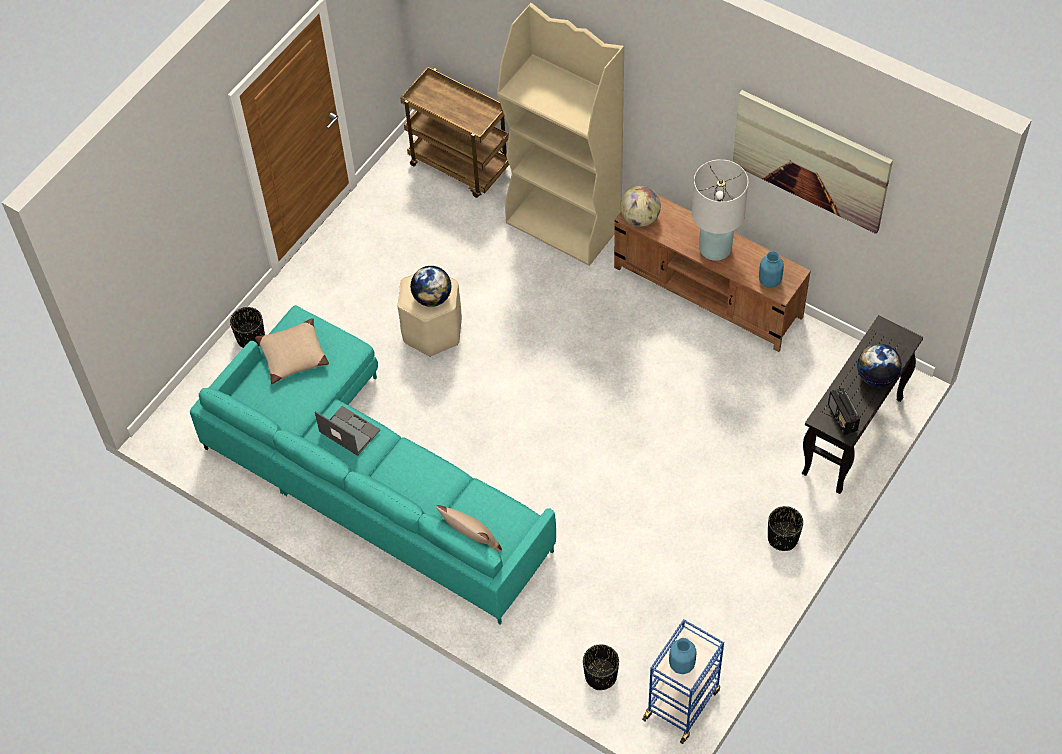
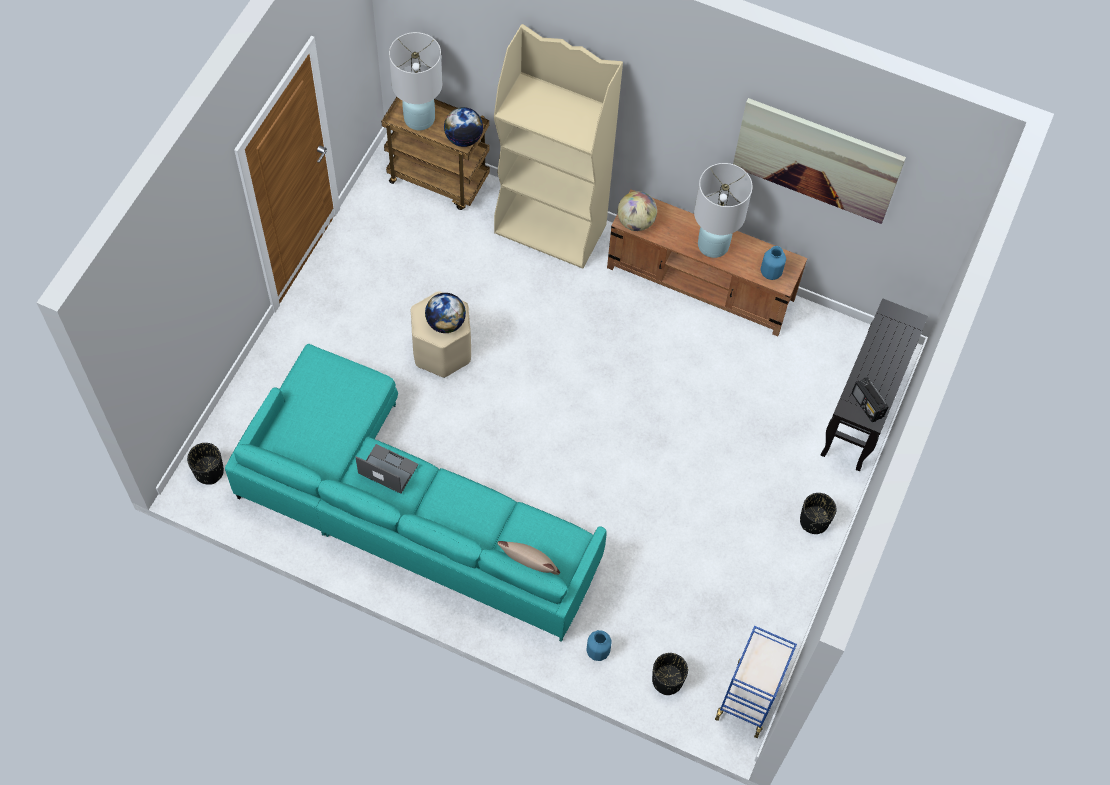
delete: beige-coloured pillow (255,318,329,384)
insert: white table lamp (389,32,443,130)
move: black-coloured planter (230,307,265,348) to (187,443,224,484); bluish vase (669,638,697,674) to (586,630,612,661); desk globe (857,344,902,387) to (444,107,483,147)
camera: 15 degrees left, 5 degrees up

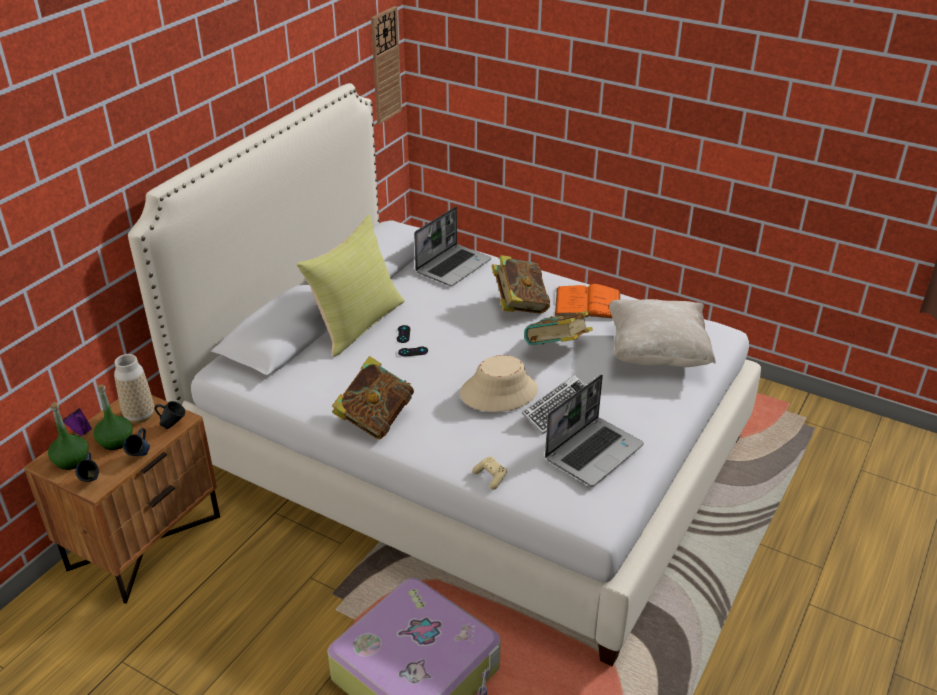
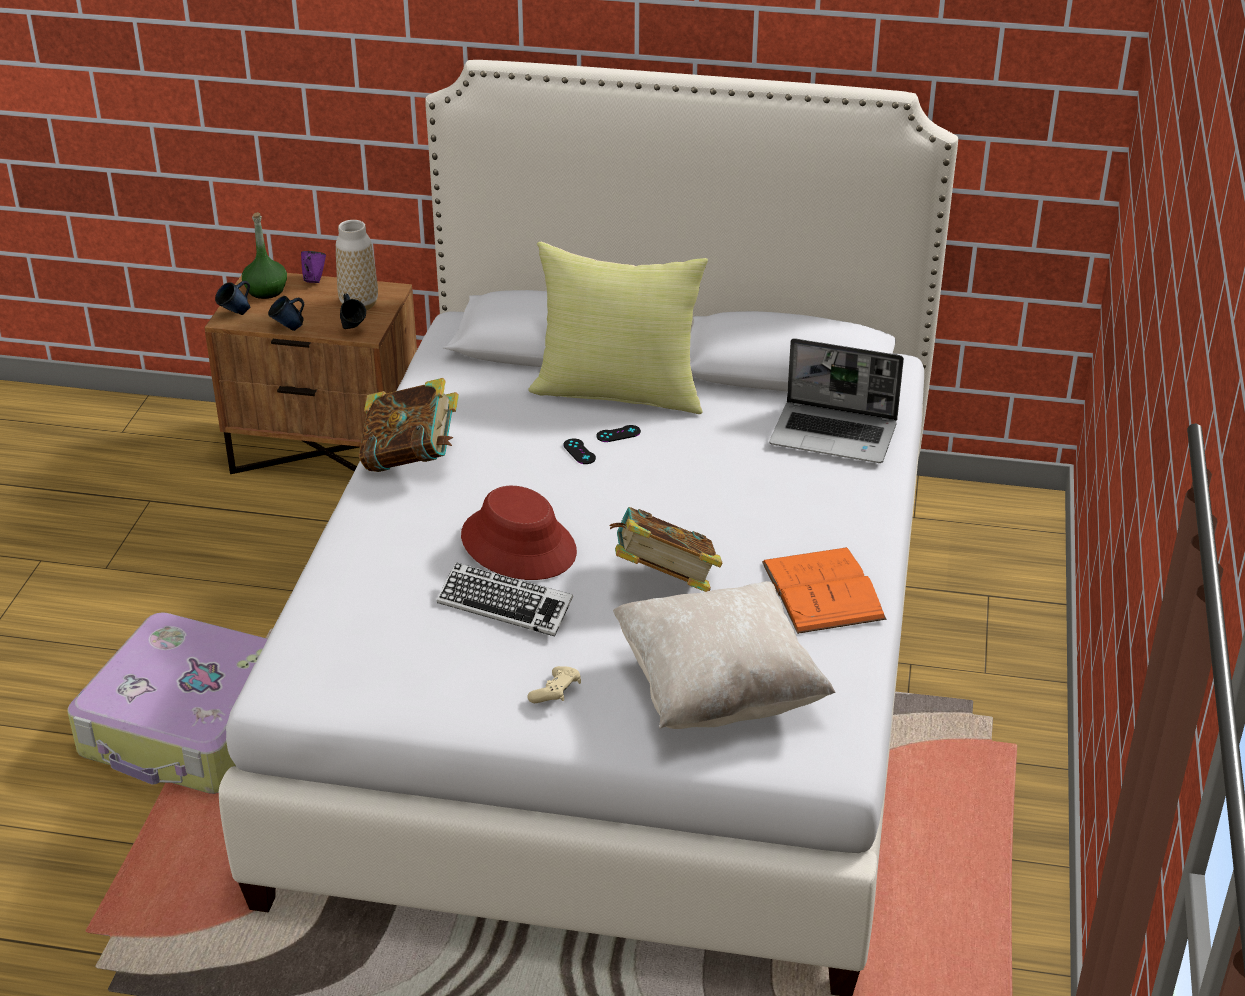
delete: green bottle (94,384,132,450); hanging clock (371,6,402,124); book (492,255,550,314); laptop (545,374,644,486)
move: beige-coloured gamepad (472,456,507,490) to (527,666,581,703)
recolor: beige-coloured wearable hat (460,355,538,412) to red-coloured wearable hat (461,486,577,580)
camera: 70 degrees right, 0 degrees up

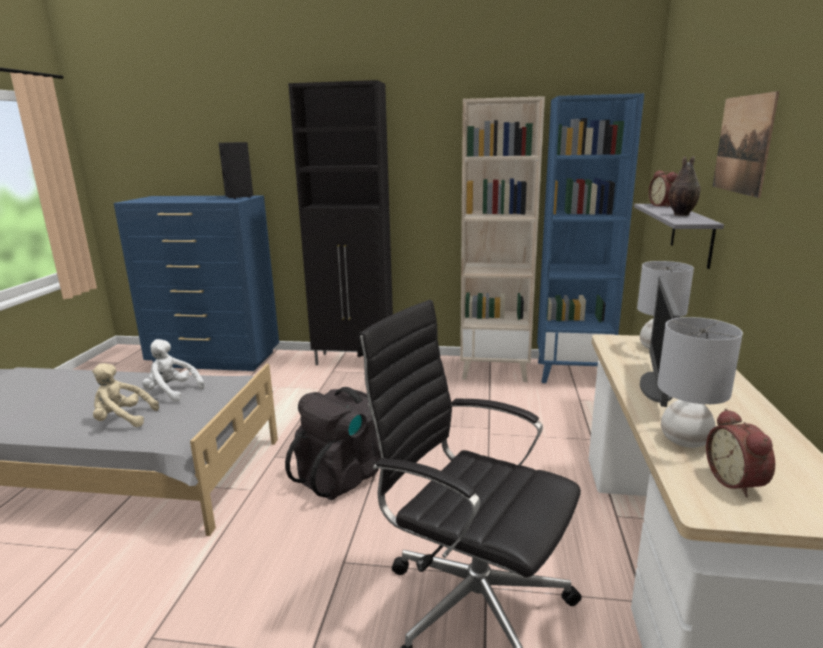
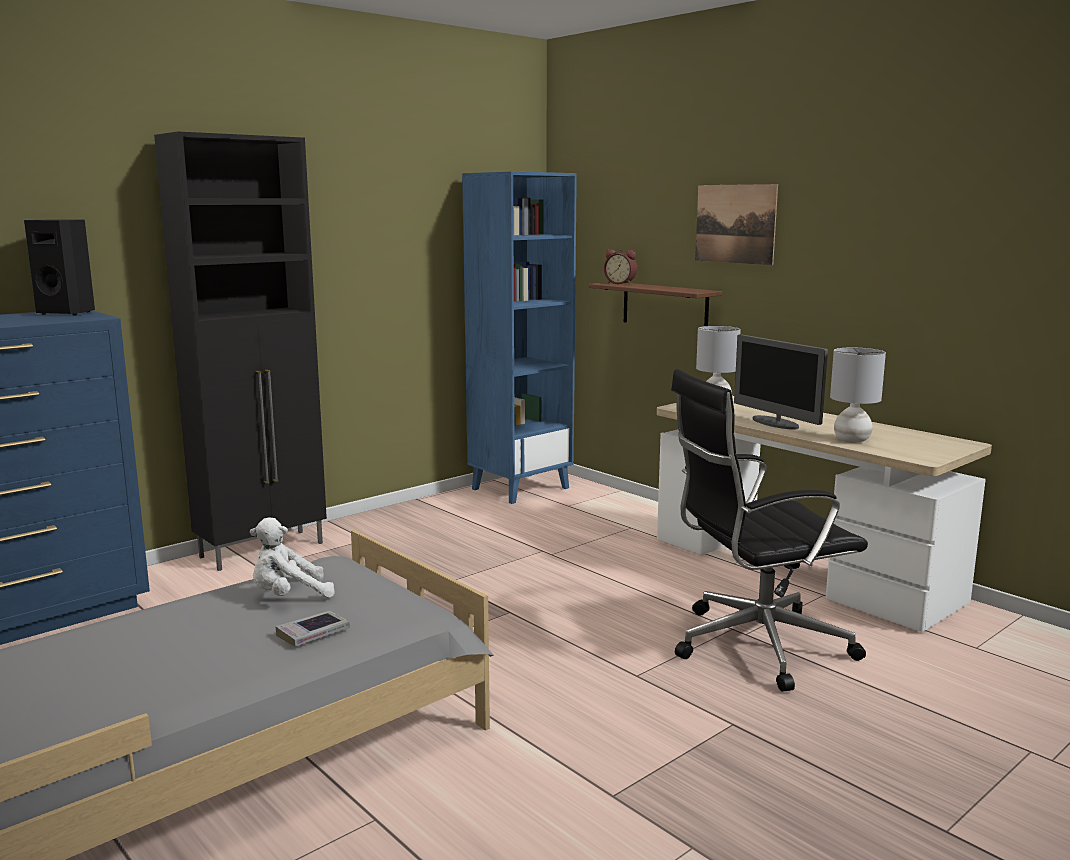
delete: black-coloured knapsack (285,387,381,500); beige-coloured shelving unit (460,96,545,382); vase (668,156,701,216); table clock (706,409,775,497)
replace: beige-coloured plush toy (92,363,159,427) to book (275,611,350,646)
recolor: gray wall shelf (634,204,724,269) to brown-coloured wall shelf (589,282,722,326)
camera: 50 degrees left, 5 degrees down

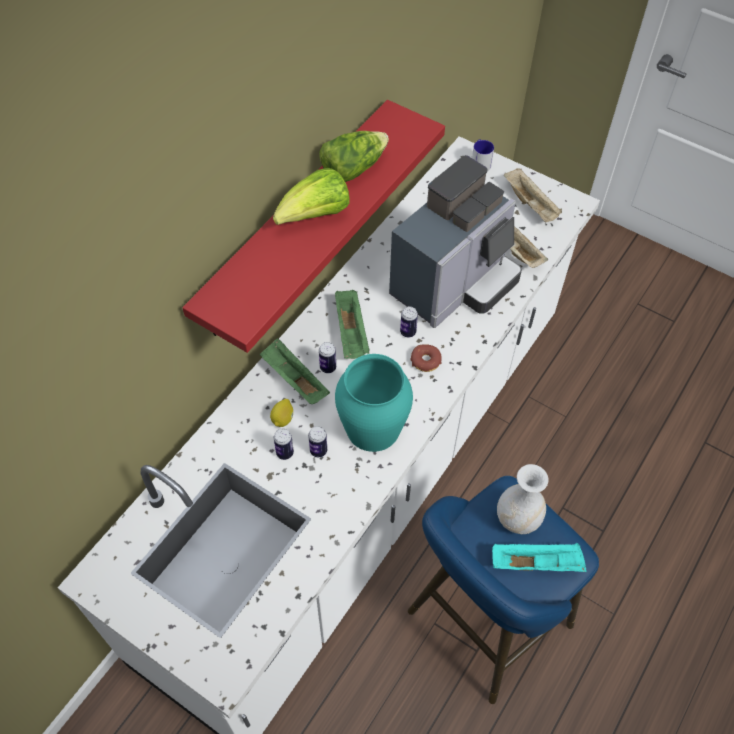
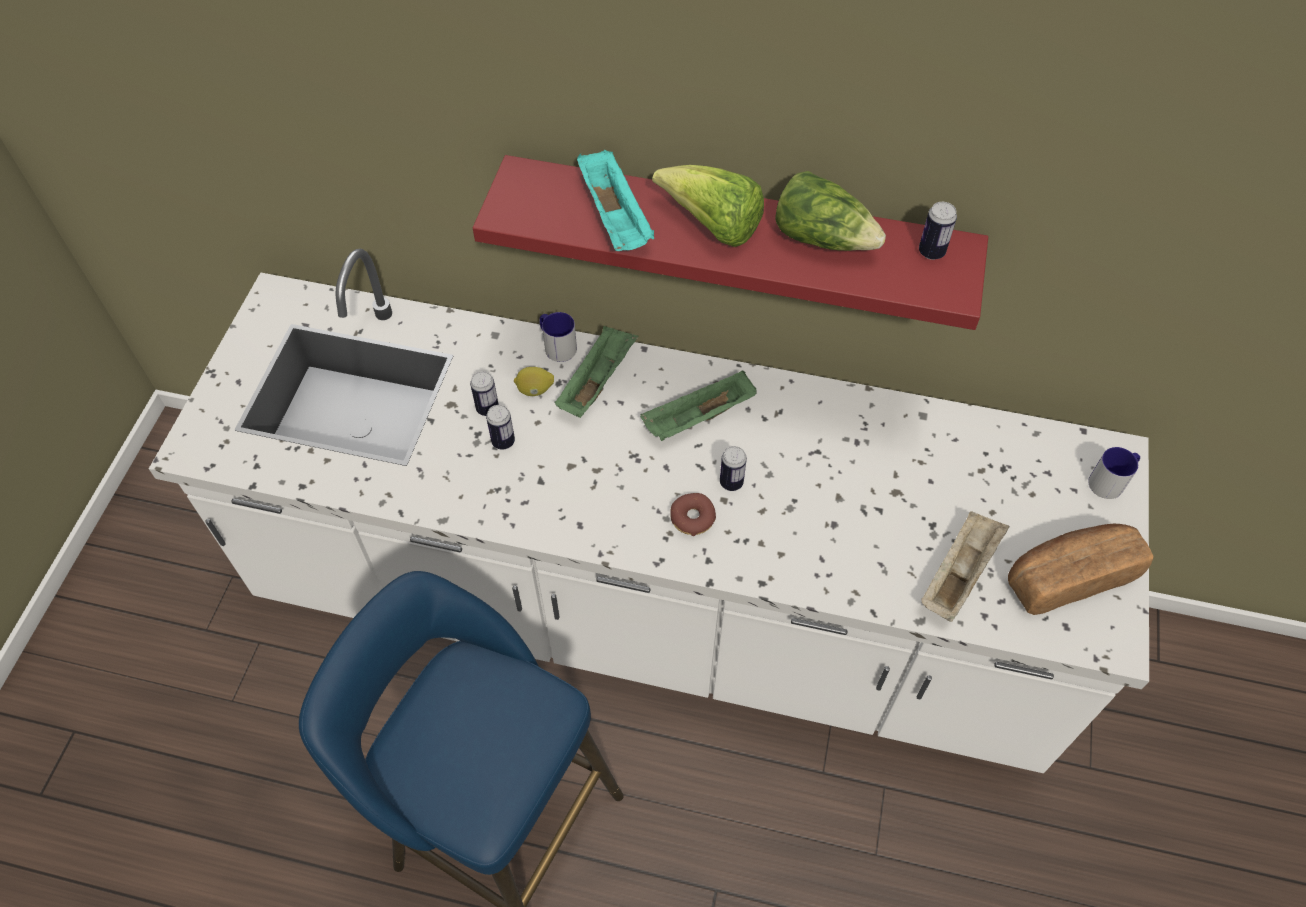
delete: turquoise vase (335,354,413,452); coffee brewer (389,155,522,328); white vase (497,464,549,534)
insert: mug (539,312,577,362)
move: sealed can (319,342,336,373) to (919,202,957,260); turquoise tray (492,543,587,572) to (577,150,654,251)
replace: beige-coloured tray (504,168,562,222) to bakery bread (1008,524,1153,615)
camera: 70 degrees right, 0 degrees up

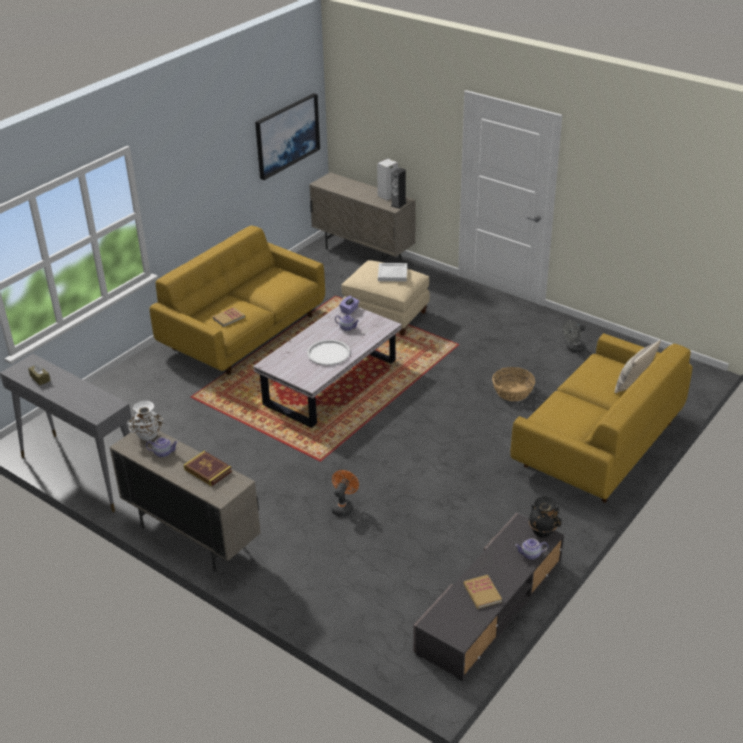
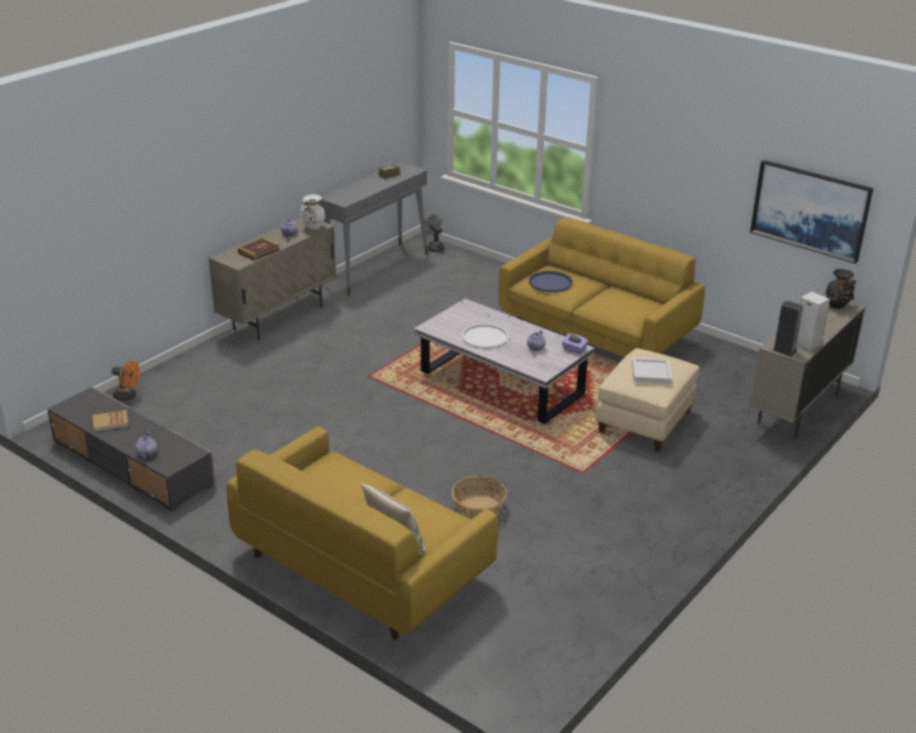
move: orange cooling fan (331,470,359,517) to (112,360,141,401); black-coloured vase (529,497,562,538) to (825,269,856,309); gray cooling fan (562,320,586,353) to (424,215,445,252)
replace: book (212,307,245,327) to bluish tray (529,271,573,292)
camera: 90 degrees right, 5 degrees down

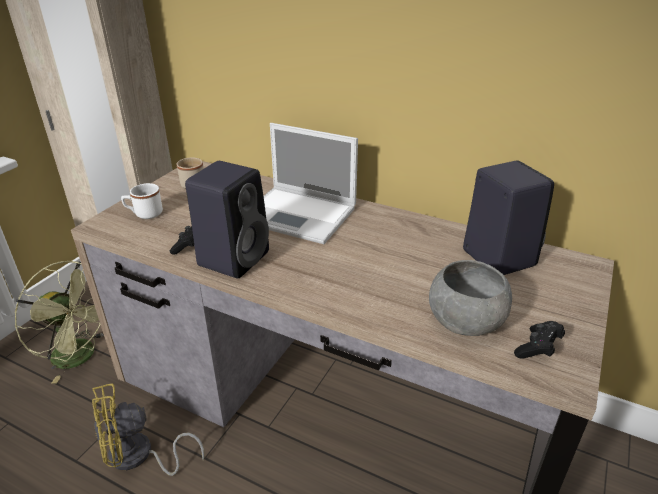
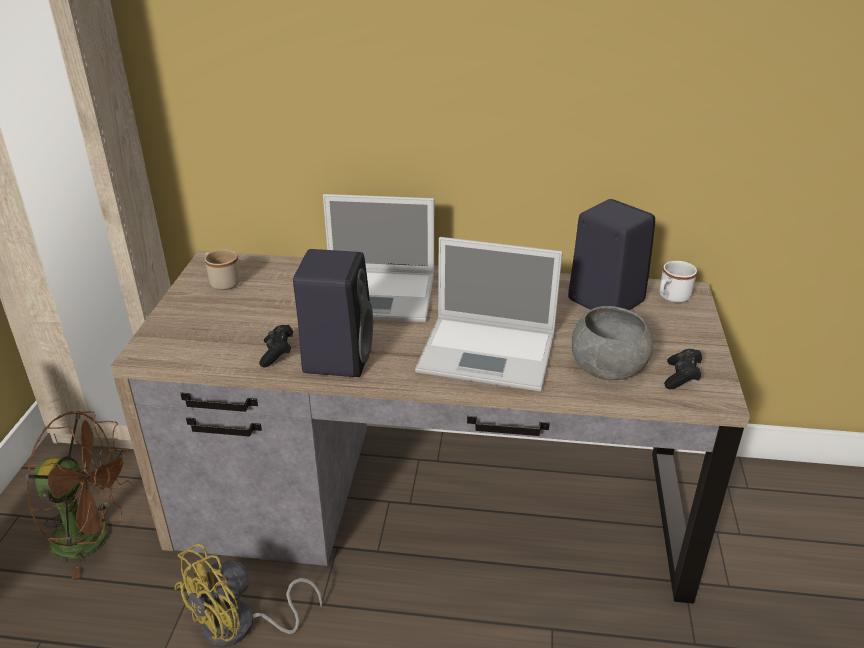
insert: laptop (415,237,563,392)
move: white mug (121,183,163,219) to (659,261,697,303)
recolor: green cooling fan (15,260,104,384) to brown-coloured cooling fan (25,411,132,579)
camera: 20 degrees left, 0 degrees up

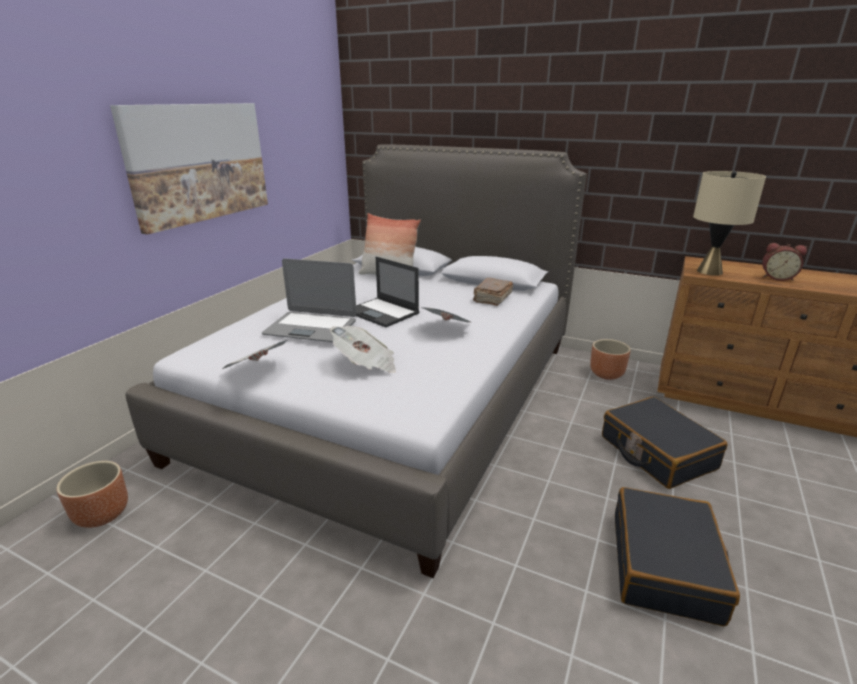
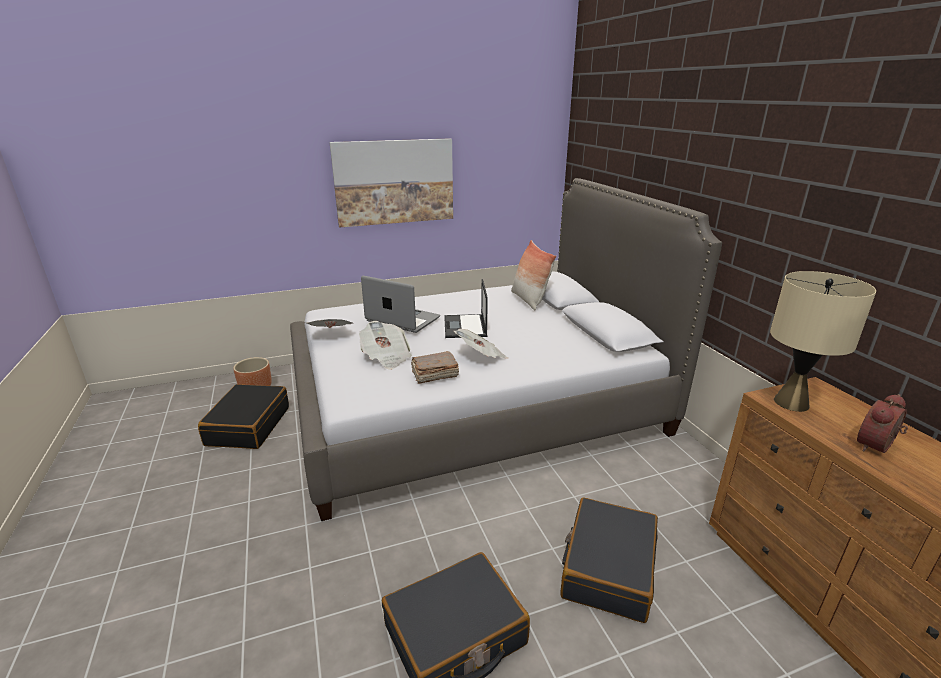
delete: brown-coloured planter (590,339,630,380)
insert: black-coloured piece of luggage (198,384,289,449)
move: brown-coloured book (473,278,513,306) to (411,351,459,384)
rotate: laptop (262,258,357,342) = (361,276,440,333) 150 degrees clockwise; table clock (762,243,807,281) = (857,394,908,453) 75 degrees clockwise
camera: 45 degrees right, 0 degrees up

